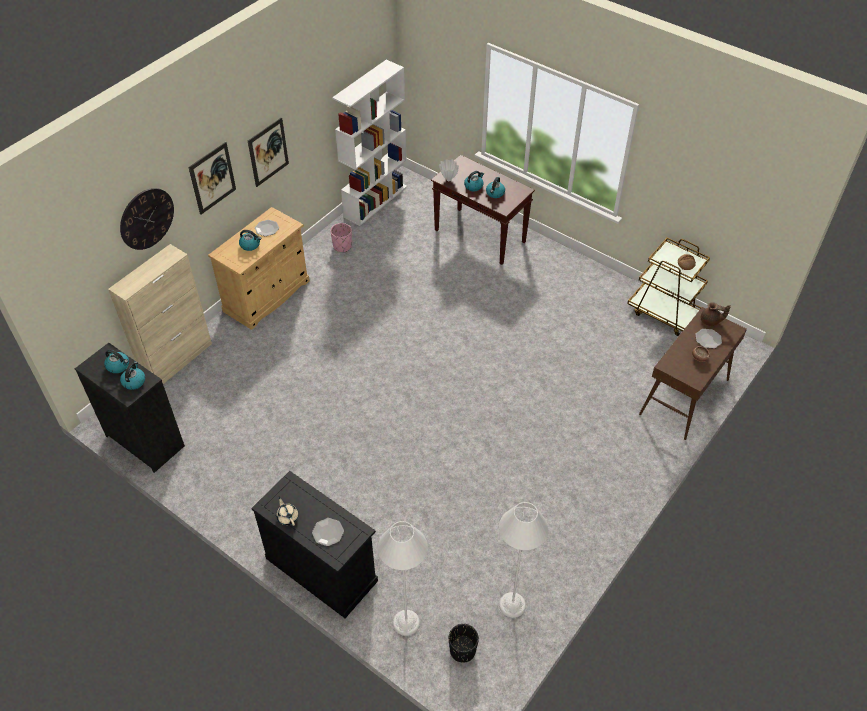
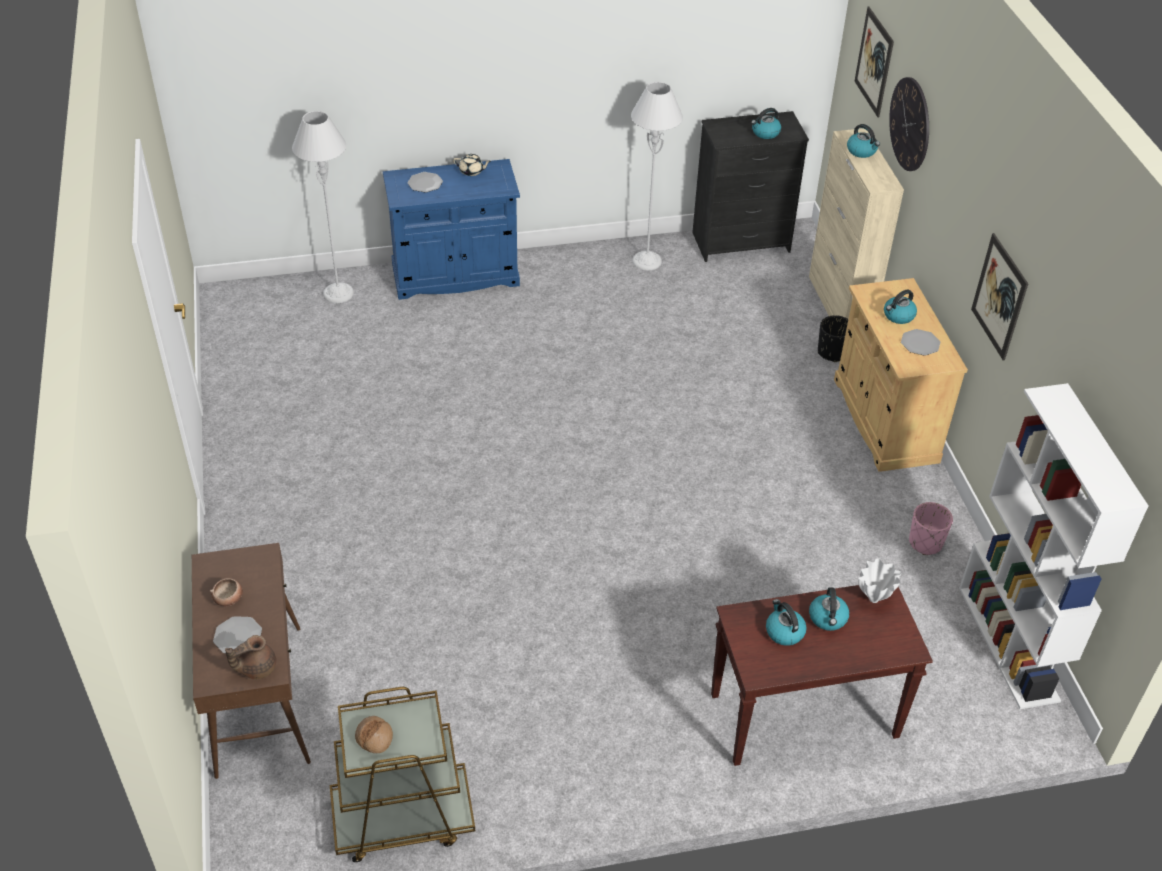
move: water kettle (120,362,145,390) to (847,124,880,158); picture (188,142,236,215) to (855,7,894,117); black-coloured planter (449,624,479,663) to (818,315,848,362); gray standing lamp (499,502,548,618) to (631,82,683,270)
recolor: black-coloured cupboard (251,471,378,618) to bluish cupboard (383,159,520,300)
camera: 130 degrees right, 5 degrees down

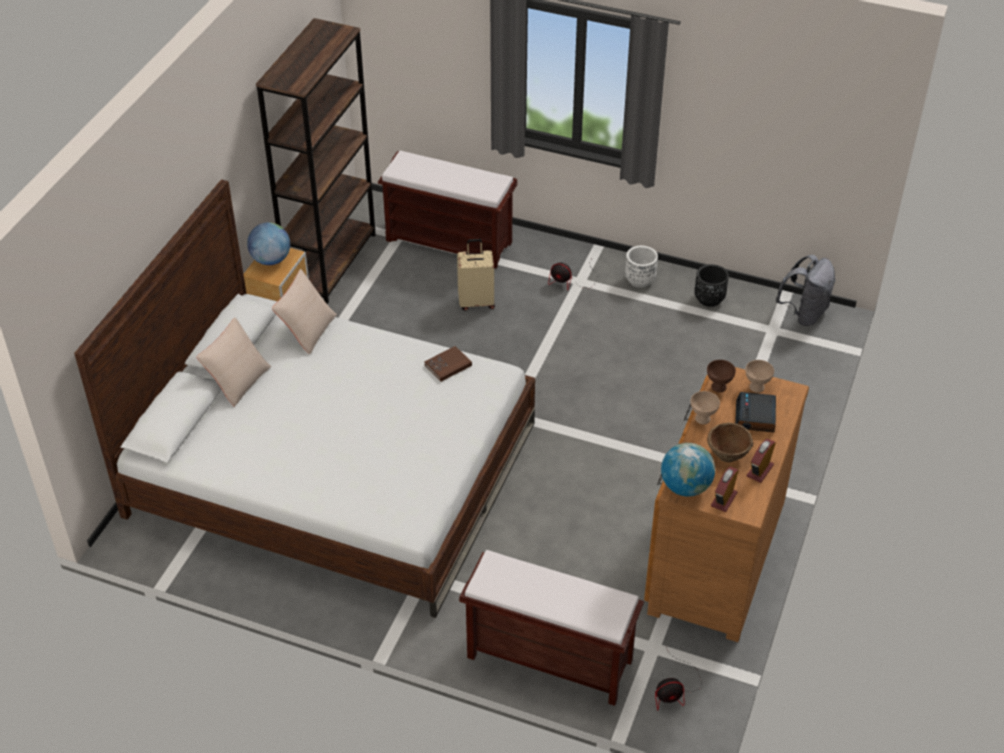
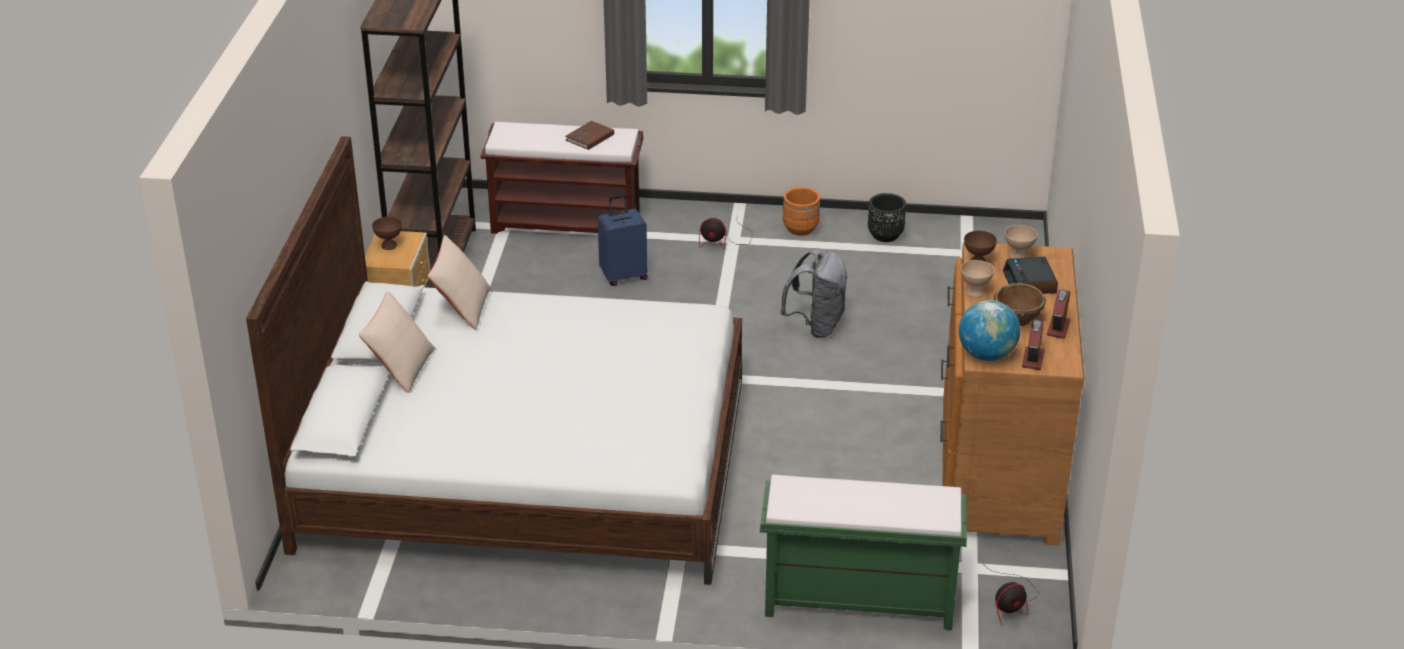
move: brown-coloured book (424,346,472,382) to (566,121,614,150); gray knapsack (776,255,835,326) to (780,250,848,338)
replace: desk globe (247,222,290,265) to brown-coloured serving bowl (372,216,402,250)
recolor: beige-coloured piece of luggage (457,239,495,311) to bluish piece of luggage (598,195,648,286); brown-coloured long seat (459,550,644,706) to green long seat (760,474,967,630); white planter (625,246,658,288) to orange planter (783,187,820,236)
camera: 15 degrees left, 10 degrees down

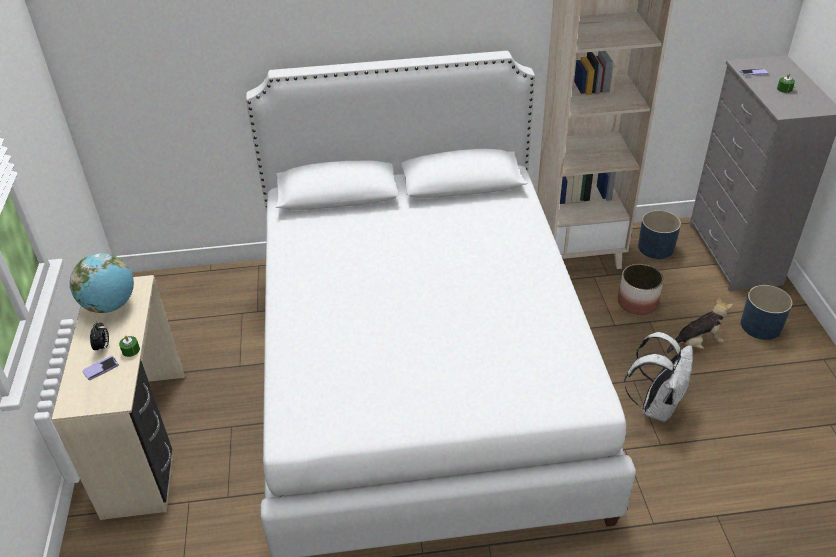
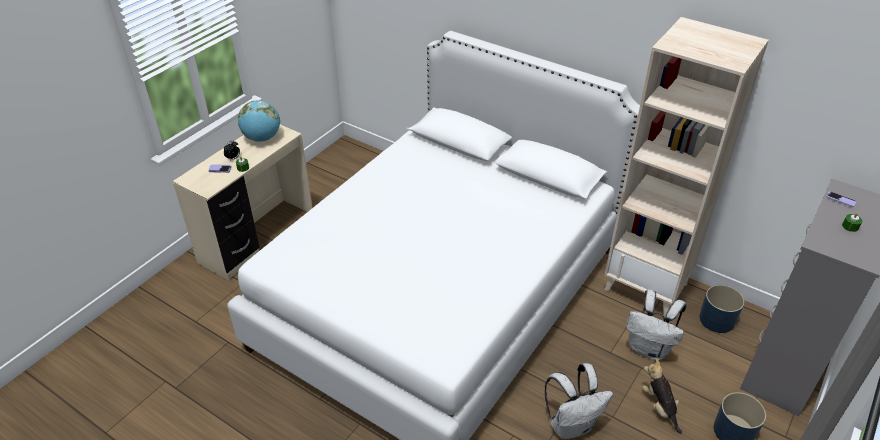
replace: planter (618,264,664,315) to white knapsack (626,290,687,360)
rotate: plush toy (667,297,733,353) = (642,359,682,434) 135 degrees counterclockwise
camera: 40 degrees right, 0 degrees up

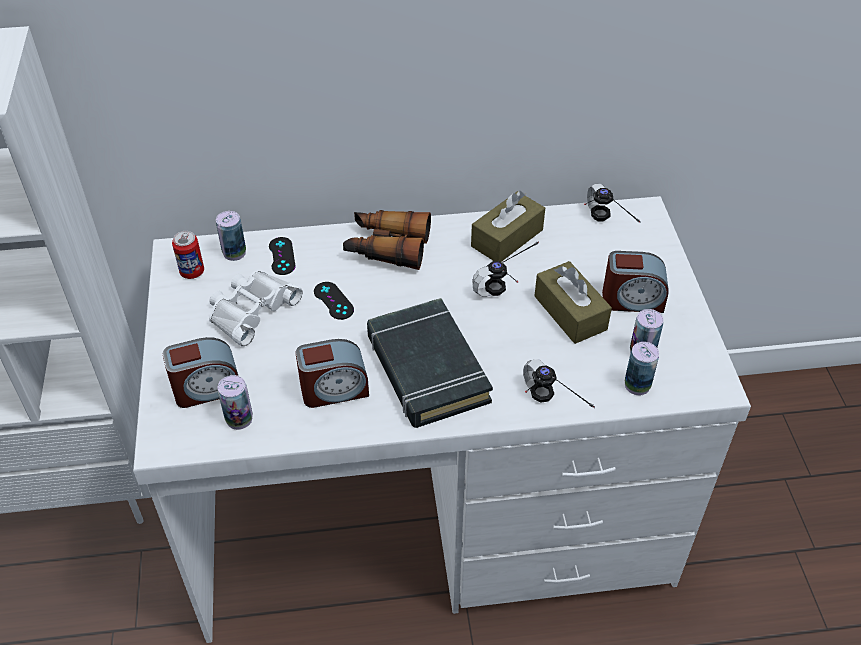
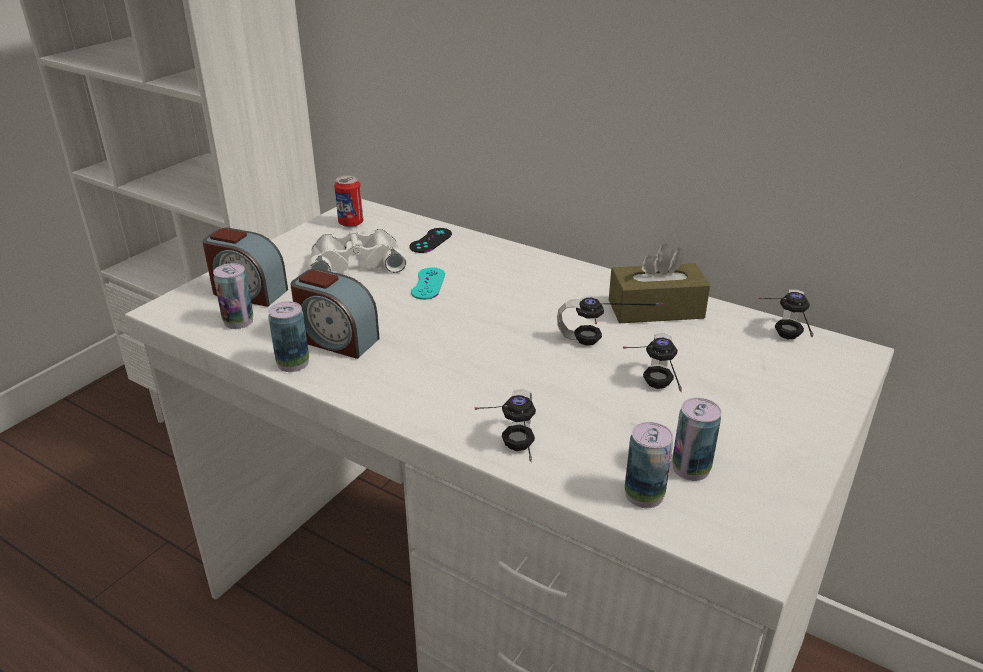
delete: binoculars (343,210,431,270); black-coloured book (367,298,493,428); table clock (602,251,669,313)
move: sealed can (216,211,246,261) to (268,301,309,372)
replace: brown-coloured tissue box (535,261,612,344) to pair of headphones (623,333,682,392)
recolor: black-coloured gamepad (314,282,354,320) to turquoise gamepad (411,268,445,300)
camera: 40 degrees right, 15 degrees down

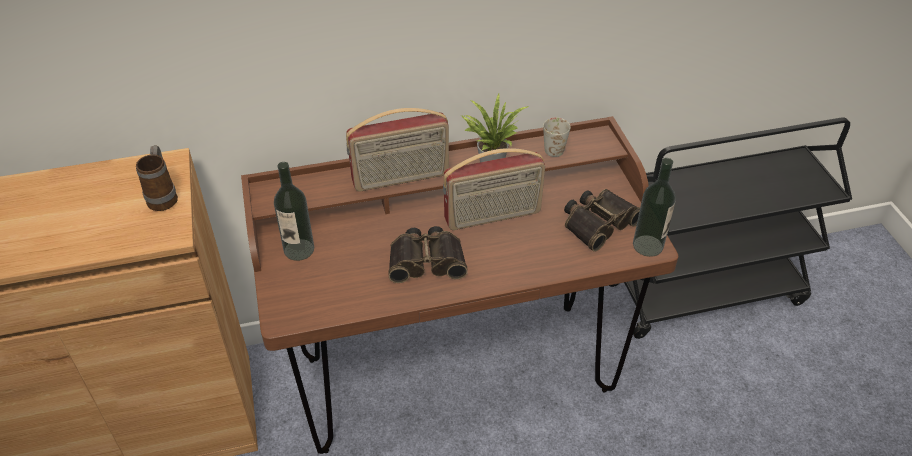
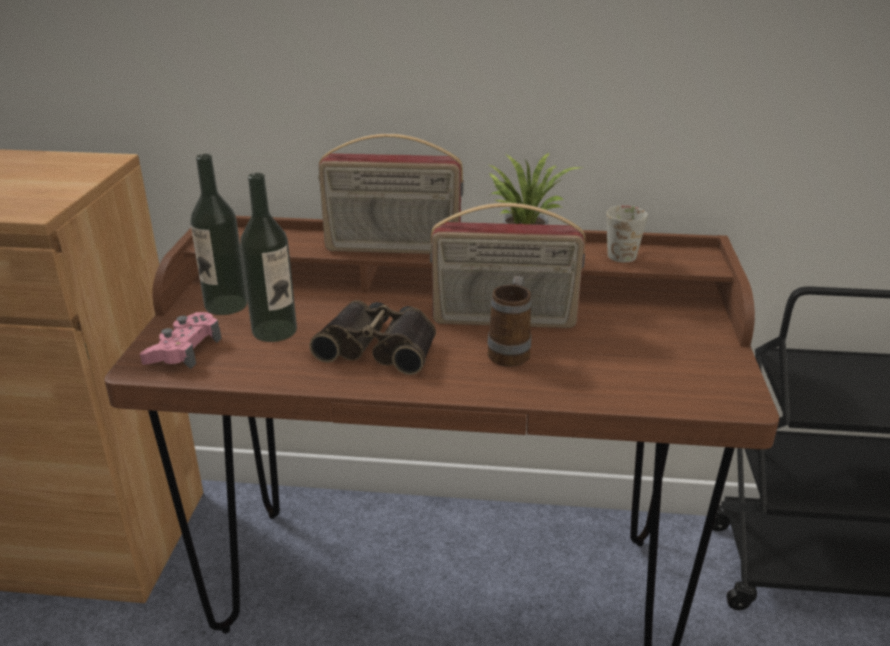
delete: binoculars (564,189,640,252)
insert: pink-coloured gamepad (140,312,221,369)
move: mug (136,145,178,211) to (487,276,531,367); bottle (633,158,676,257) to (240,173,297,342)
camera: 20 degrees right, 15 degrees down

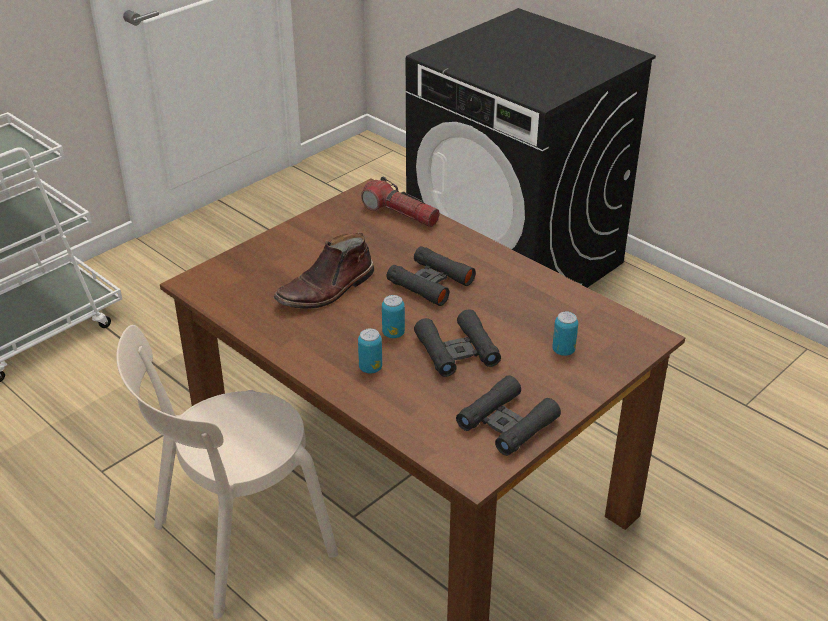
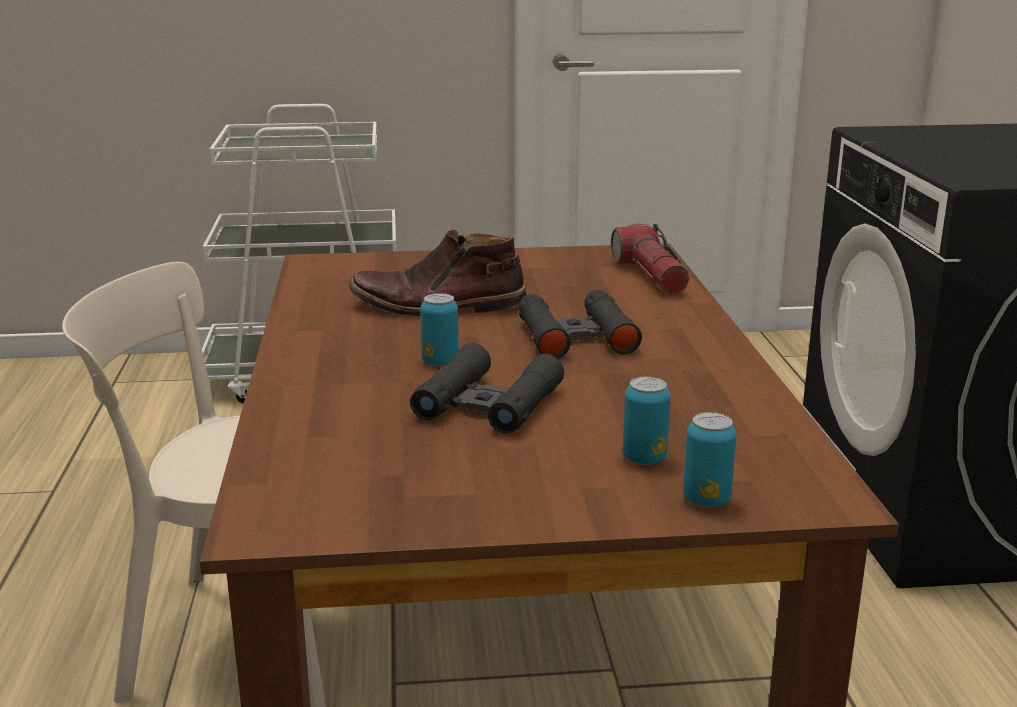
delete: black-coloured binoculars (456,375,561,456)
move: sealed can (358,328,382,373) to (683,412,737,507)
camera: 40 degrees right, 15 degrees down

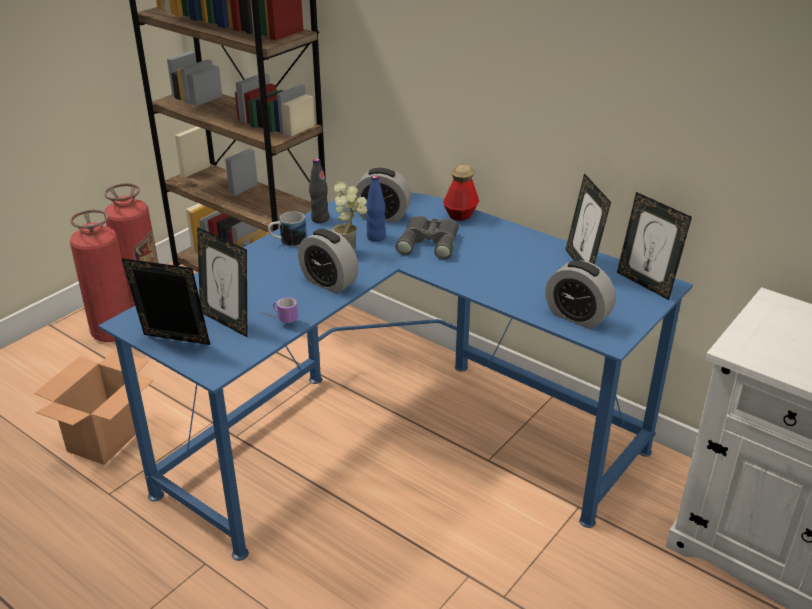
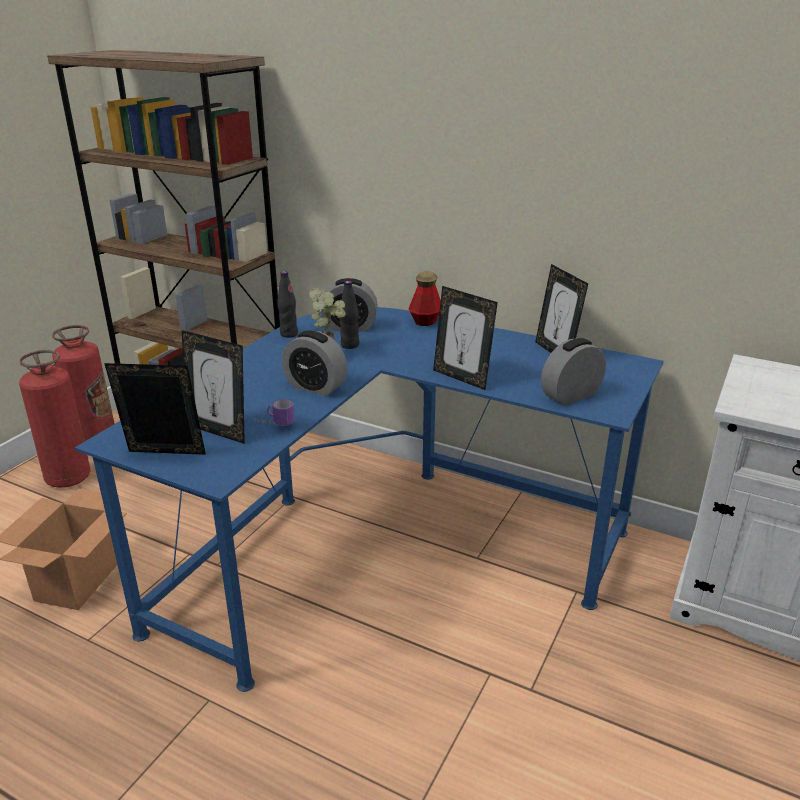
delete: mug (268,211,307,247); gray binoculars (396,216,459,260)
move: standing frame (617,192,692,300) to (433,286,498,390)
recolor: bluish bottle (366,175,386,242) to black-coloured bottle (340,281,359,349)
rotate: table clock (545,260,616,329) = (541,338,606,406) 120 degrees clockwise
camera: 10 degrees left, 5 degrees down

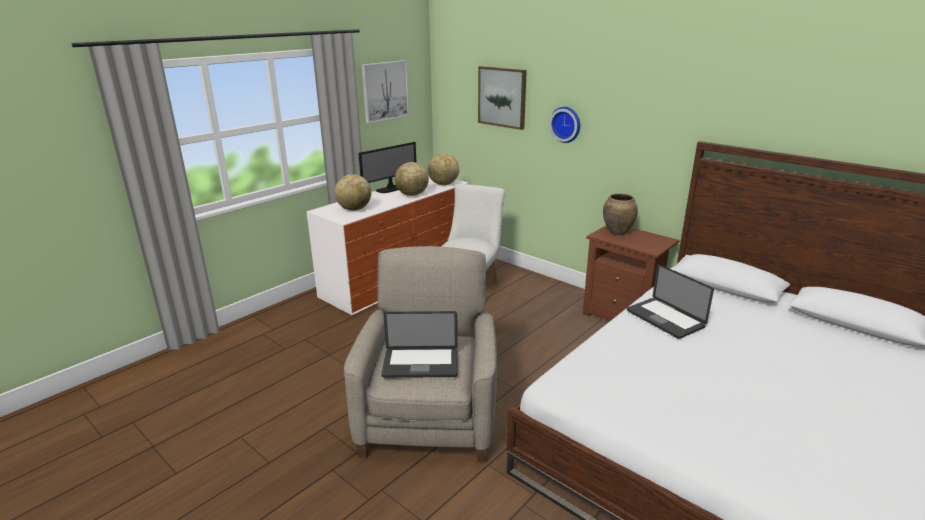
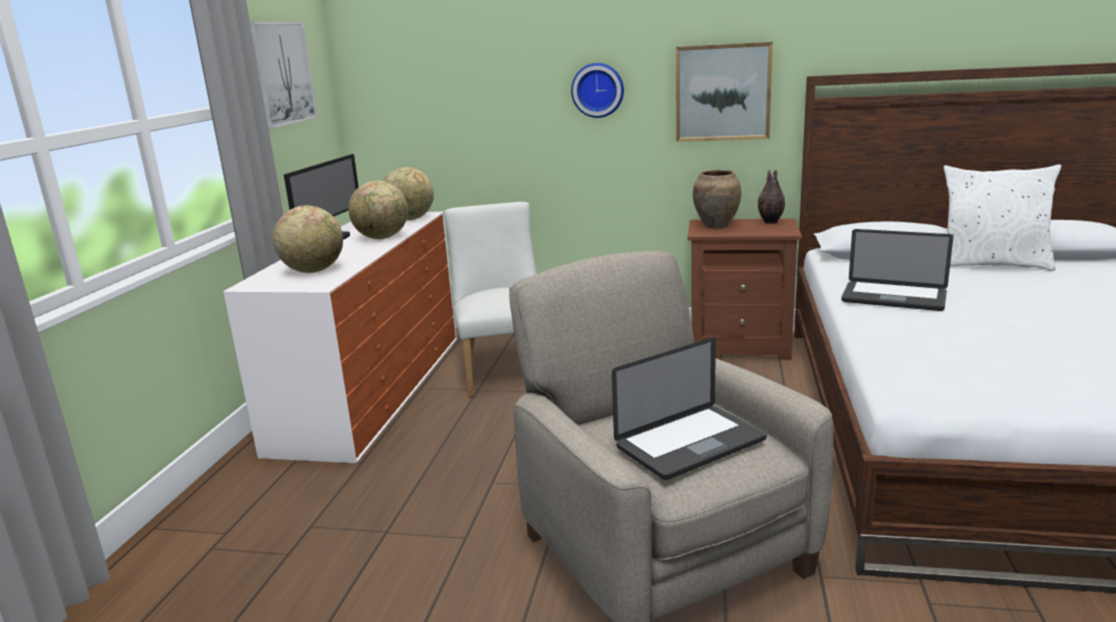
insert: vase (758,169,785,224); white pillow (944,164,1061,271)
move: picture (478,66,527,130) to (676,42,773,142)
camera: 30 degrees left, 5 degrees down

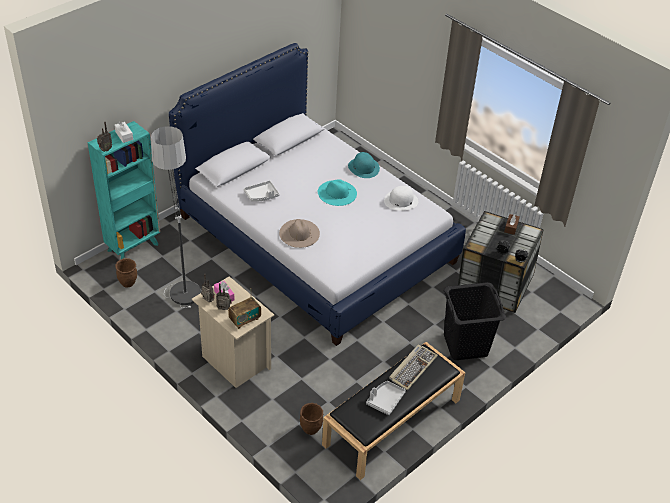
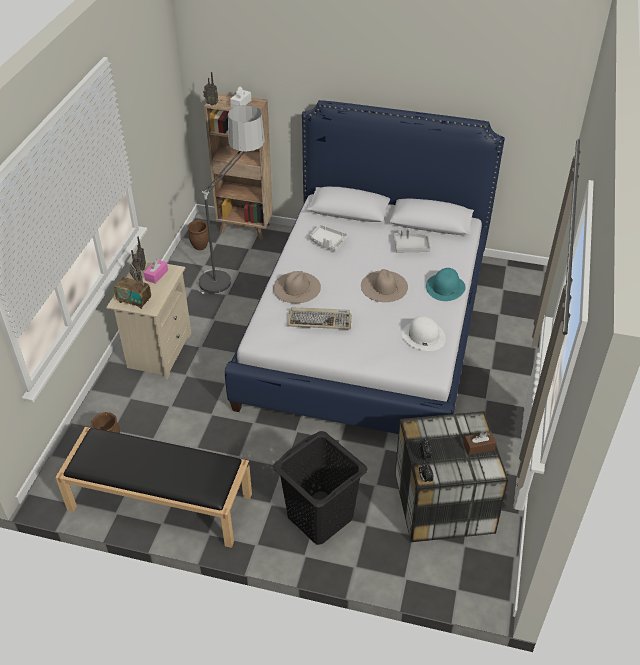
move: gray tray (366,381,406,415) to (394,228,430,252); PC keyboard (389,345,438,391) to (288,307,352,329)
recolor: turquoise shelving unit (88,121,160,259) to brown-coloured shelving unit (204,93,273,240); turquoise wearable hat (318,179,357,206) to beige-coloured wearable hat (361,269,408,302)
camera: 60 degrees right, 0 degrees up

